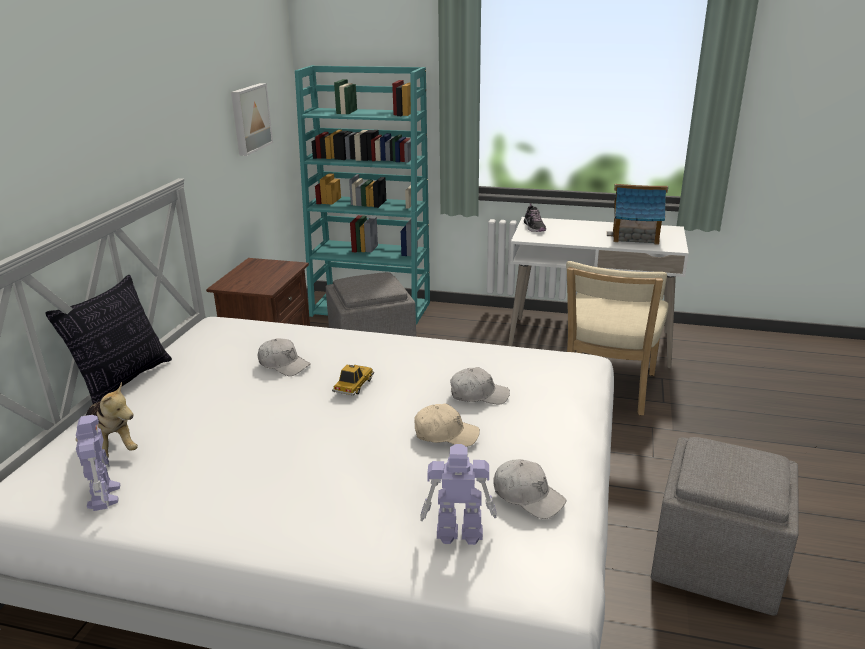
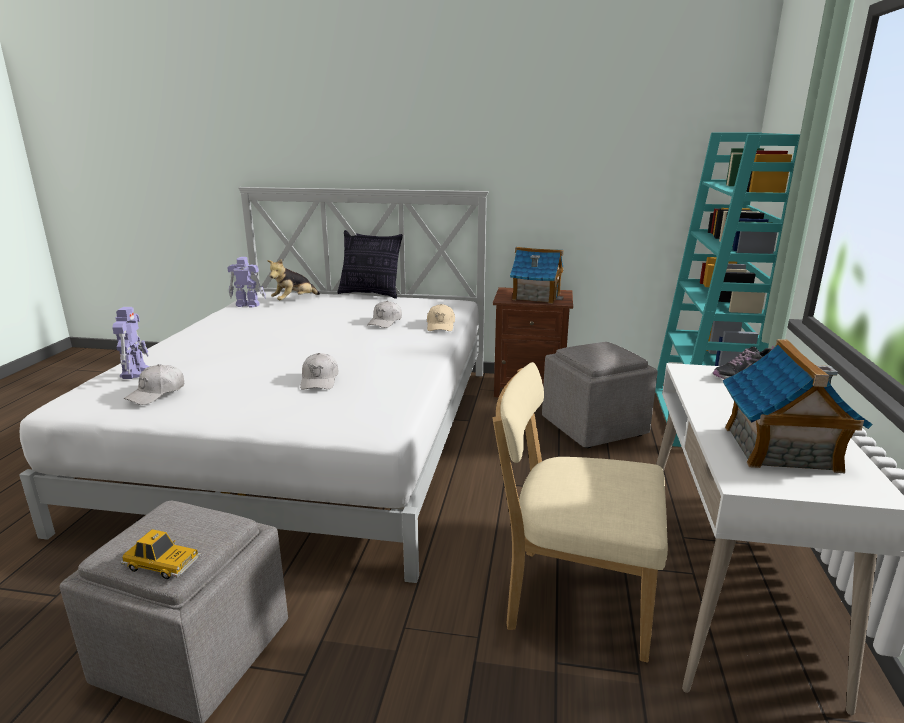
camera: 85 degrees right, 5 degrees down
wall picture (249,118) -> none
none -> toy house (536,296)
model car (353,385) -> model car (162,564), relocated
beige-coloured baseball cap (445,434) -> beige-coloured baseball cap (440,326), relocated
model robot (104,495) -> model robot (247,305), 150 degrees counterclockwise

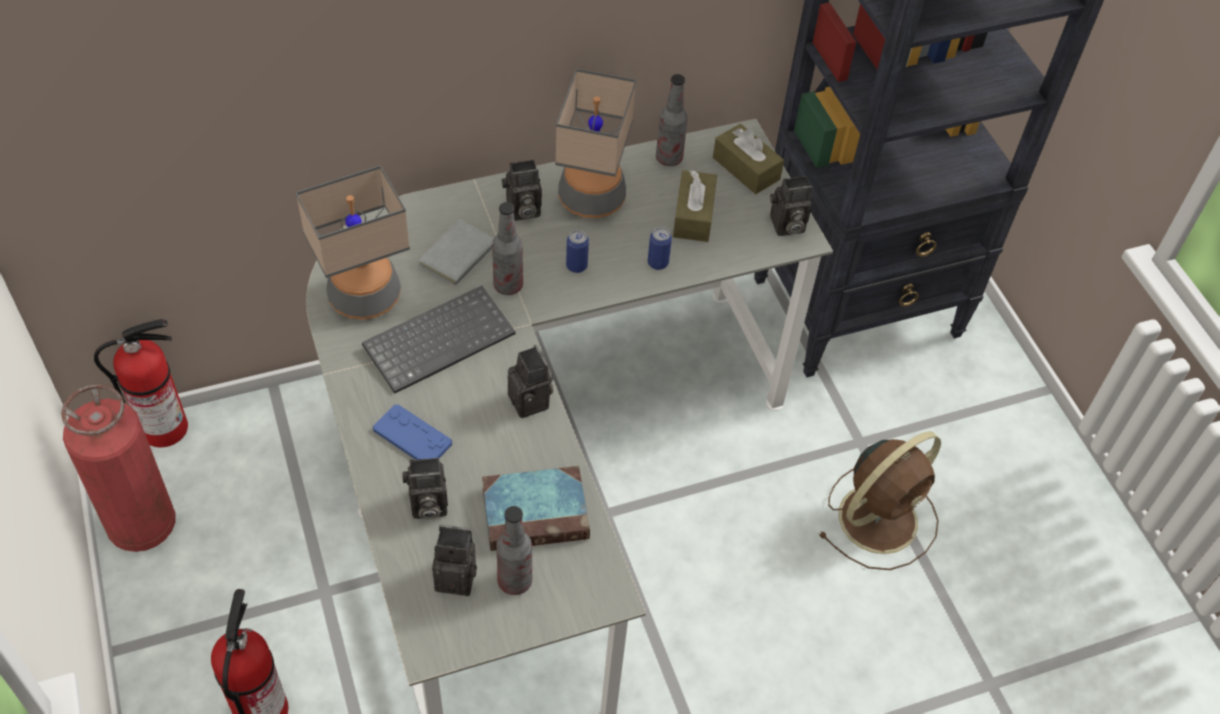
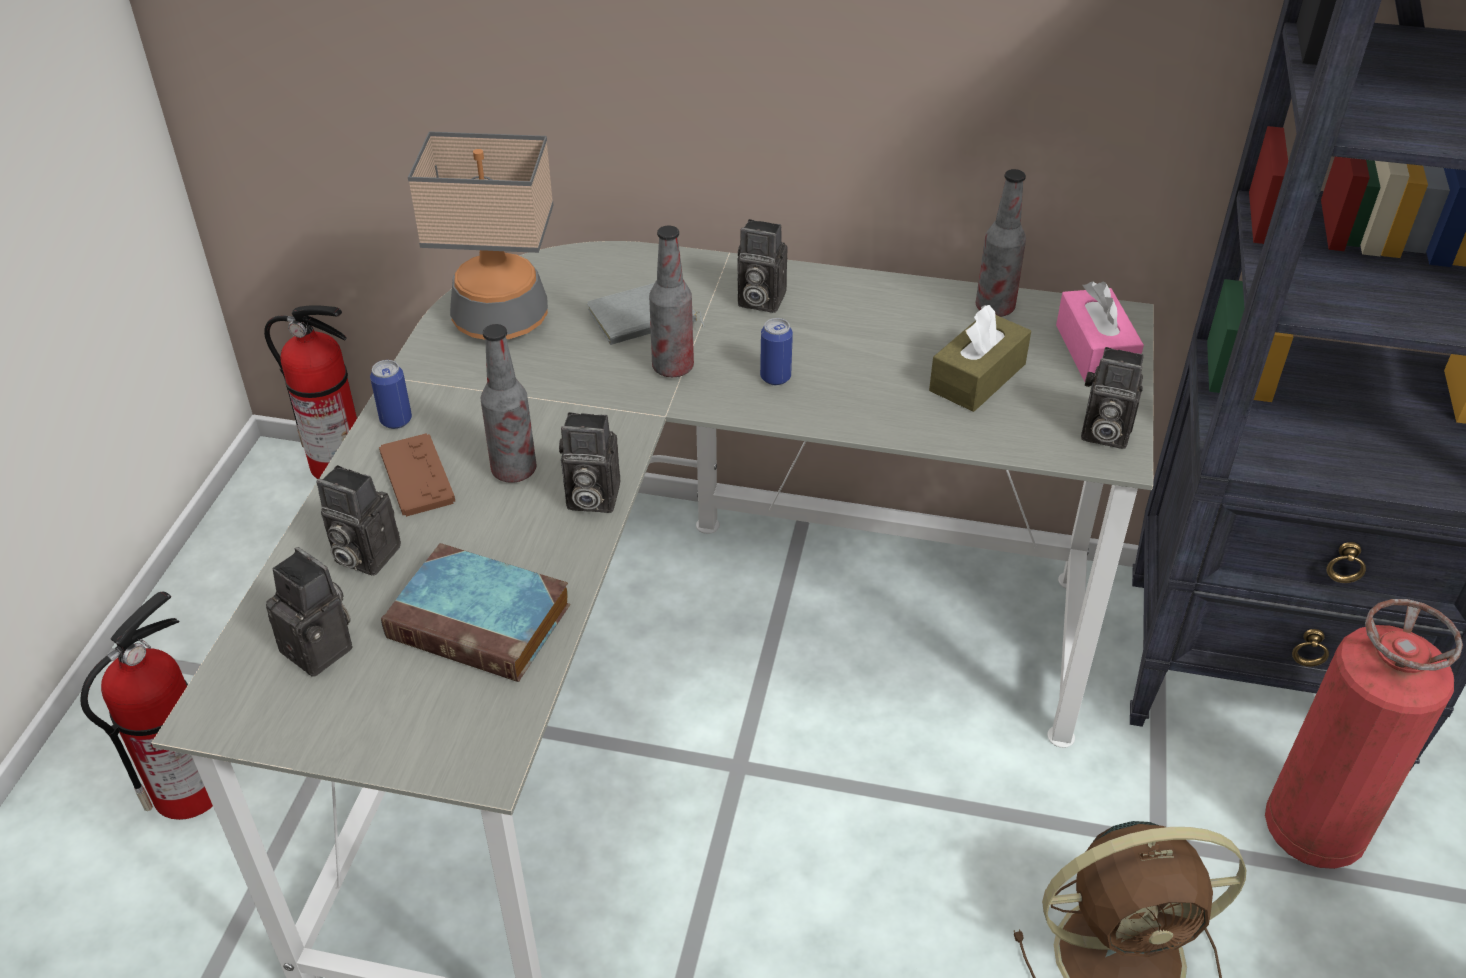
camera: 35 degrees right, 10 degrees down
PC keyboard (440,338) -> none
lamp for a table (591,198) -> none
extinguisher (142,525) -> extinguisher (1313,831), relocated
drink bottle (515,581) -> drink bottle (514,470), relocated
sealed can (658,263) -> sealed can (396,420), relocated
bluish joypad (412,437) -> brownish joypad (417,476)
brownish tissue holder (746,168) -> pinkish tissue holder (1094,351)
photo camera (532,402) -> photo camera (589,498), 90 degrees clockwise

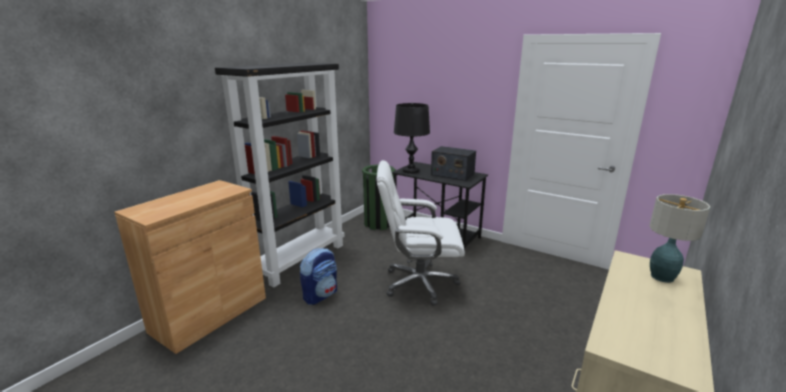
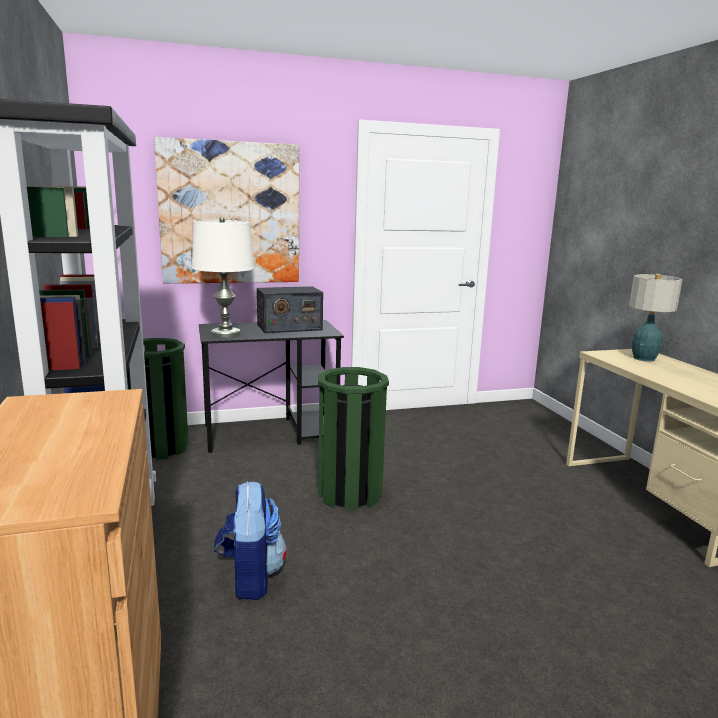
camera: 50 degrees left, 5 degrees down
none -> wall picture (230,213)
white office chair (419,283) -> green rubbish bin (349,493)
blackish lamp for a table (411,171) -> white lamp for a table (226,334)

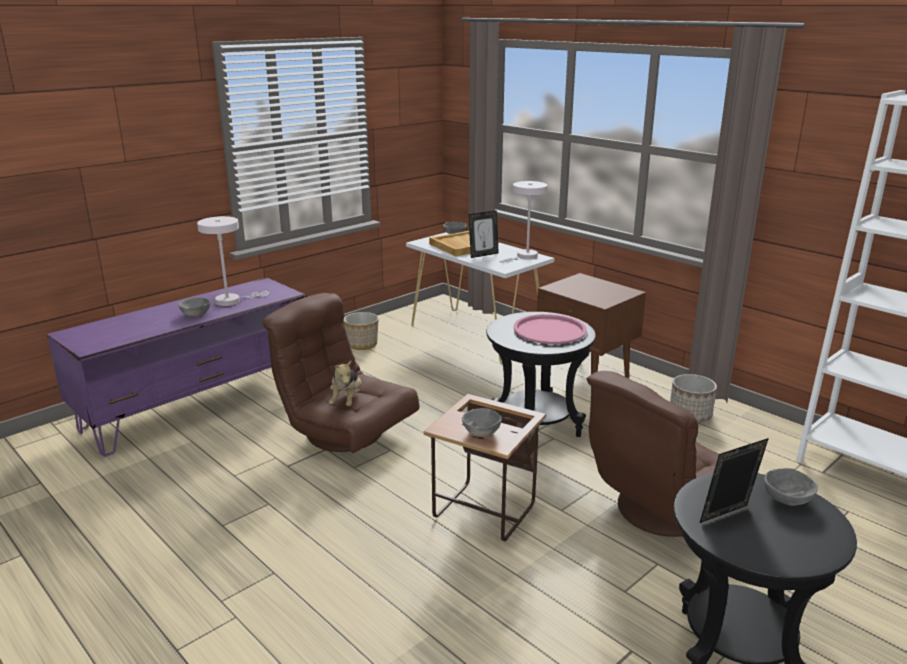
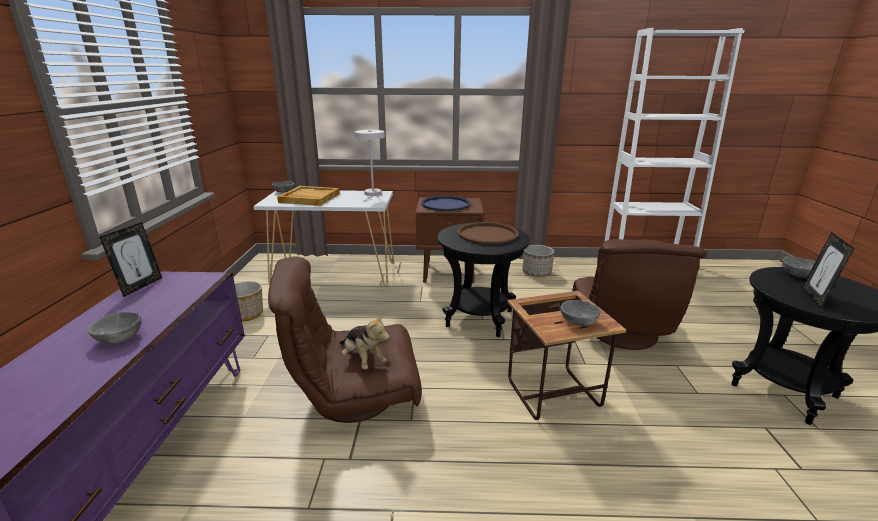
camera: 45 degrees left, 0 degrees up
white lamp for a table (232,300) -> none
none -> bluish tray (445,204)
standing frame (483,255) -> standing frame (140,286), relocated
pinkish tray (549,330) -> brownish tray (487,234)

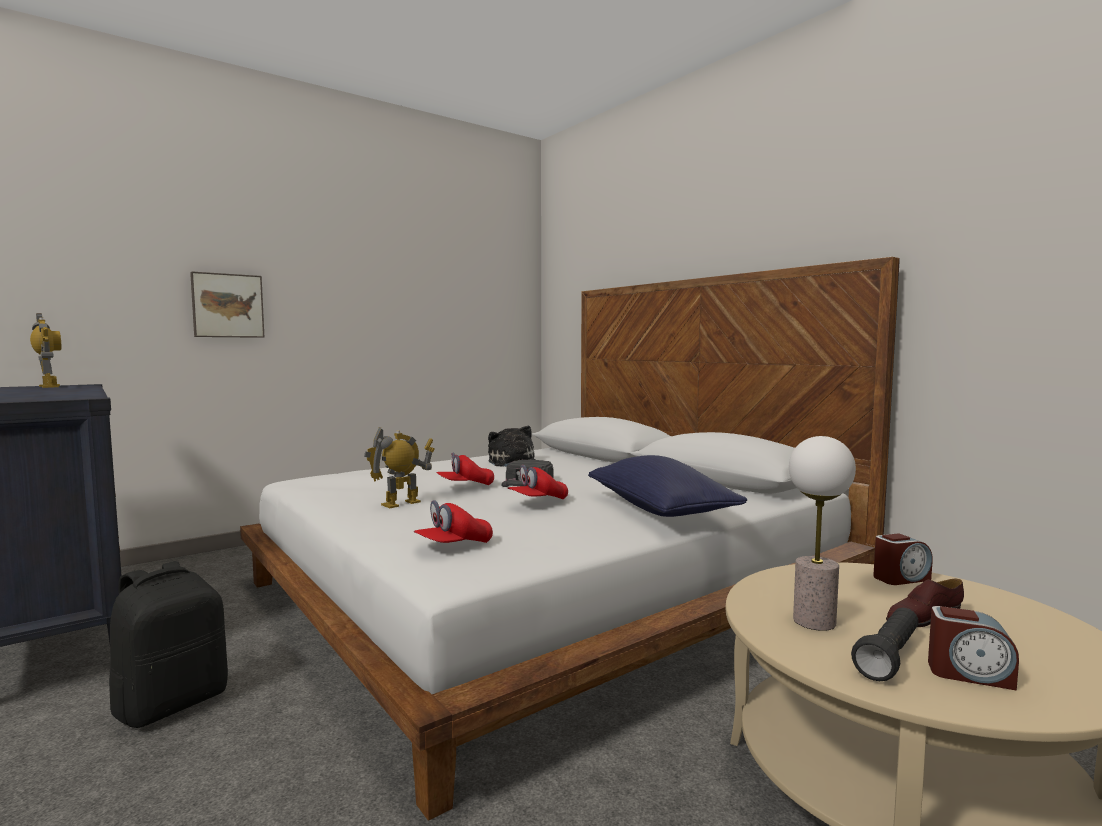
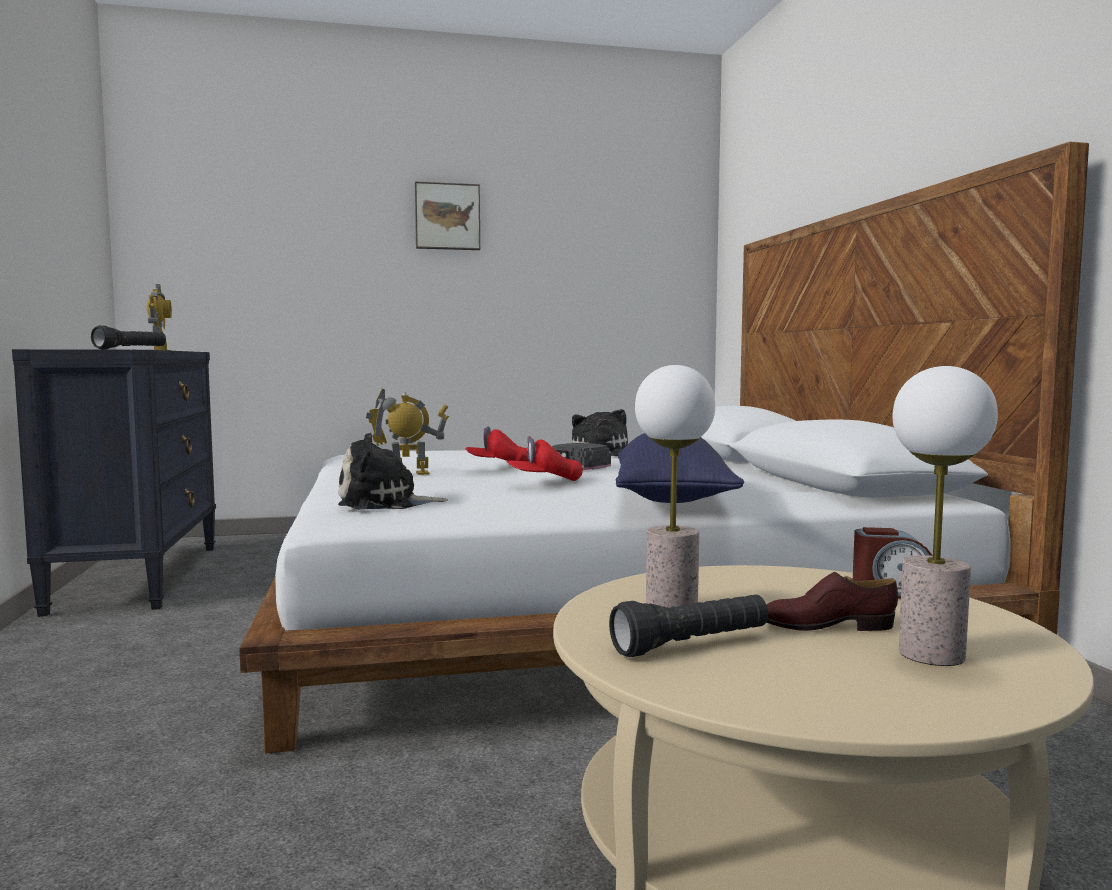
camera: 25 degrees right, 0 degrees up
blackish rucksack (172,703) -> none
bedside clock (969,674) -> none
none -> blackish torch (131,349)
none -> lamp for a table (931,655)
wall picture (227,306) -> wall picture (447,217), relocated
red baseball cap (454,546) -> soft toy (384,503)

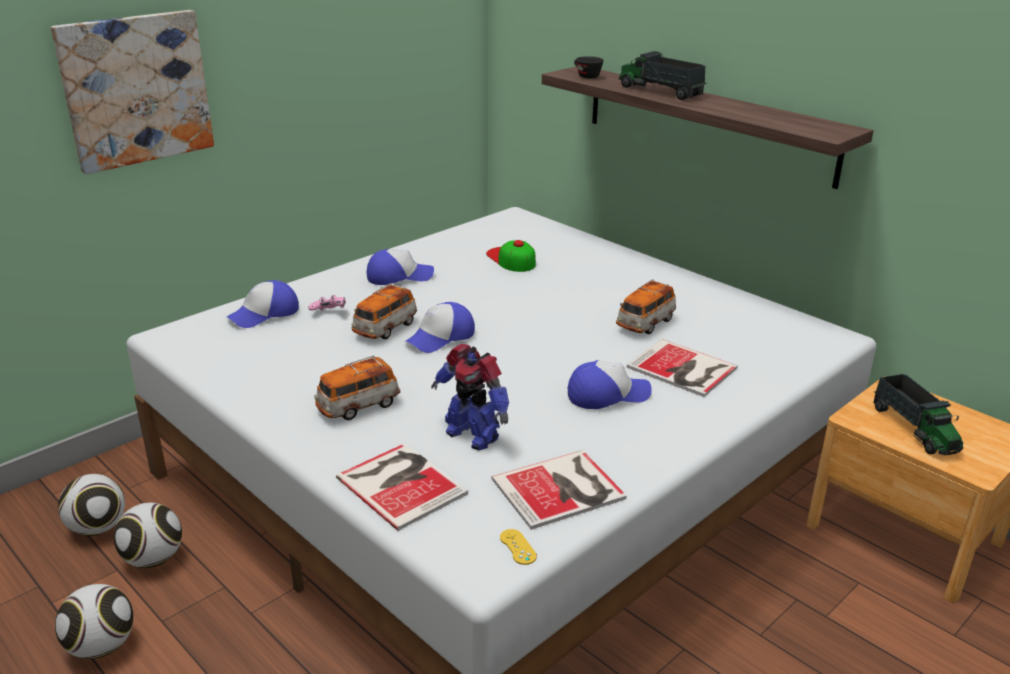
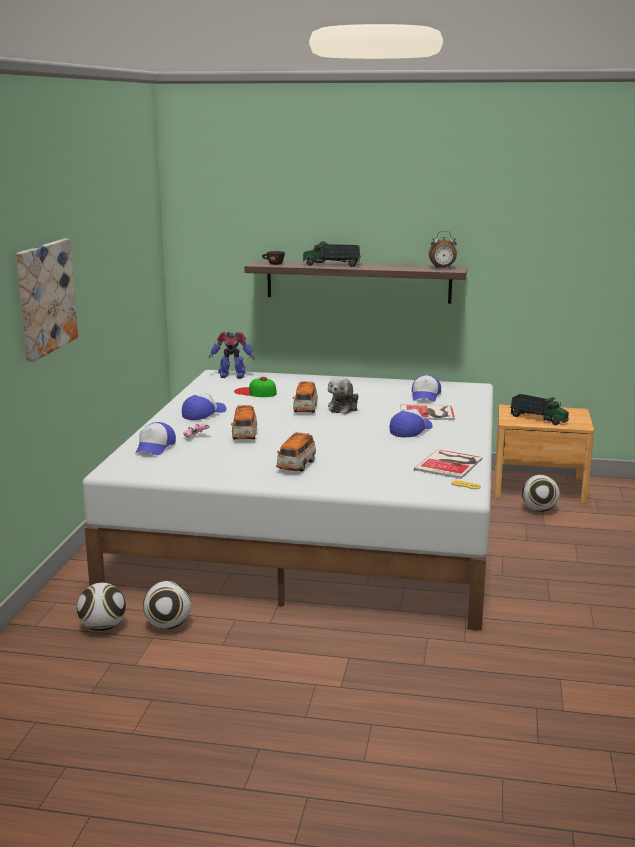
camera: 35 degrees left, 10 degrees down
volume (401,483) -> none
none -> soft toy (344,408)
none -> bedside clock (442,268)
football ball (102,646) -> football ball (539,510), relocated
baseball cap (441,337) -> baseball cap (425,396), relocated
model robot (472,435) -> model robot (232,376), relocated
model car (645,324) -> model car (305,409), relocated

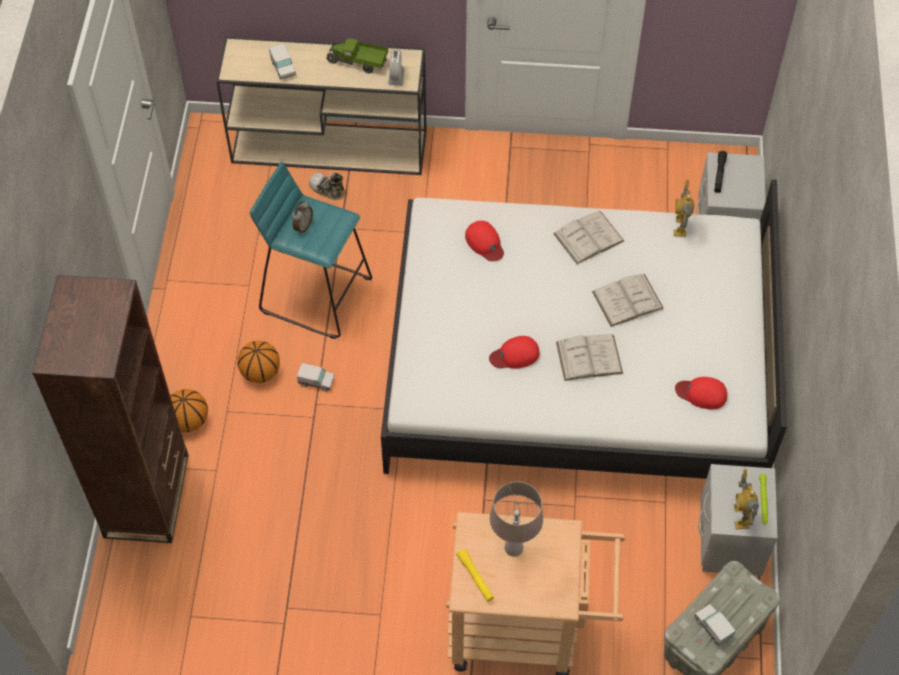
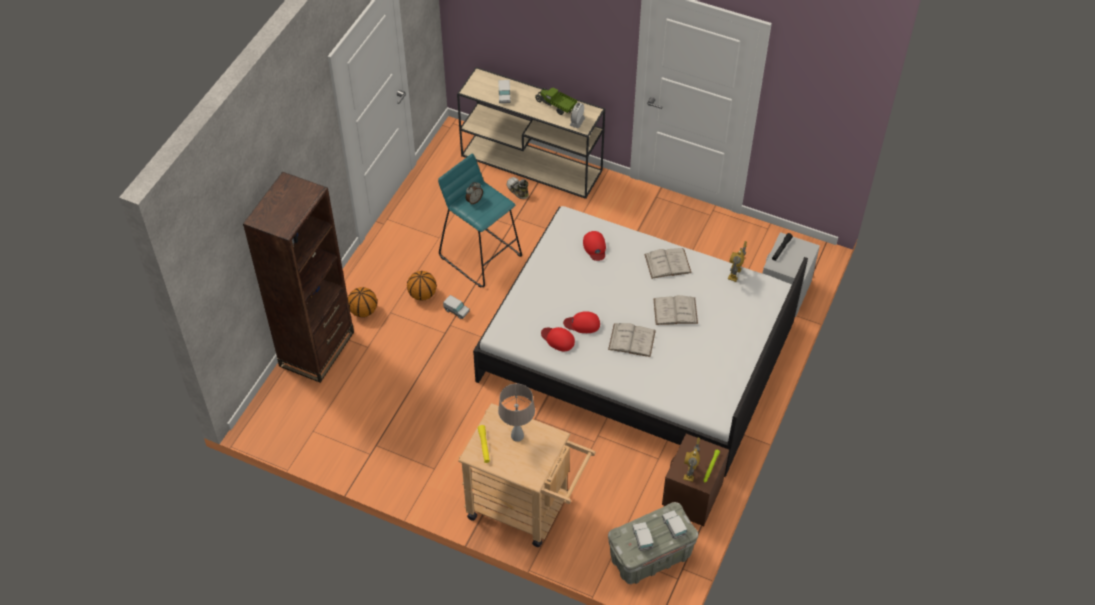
camera: 20 degrees right, 5 degrees down
none -> toy truck (673,527)
red baseball cap (701,394) -> red baseball cap (558,339), relocated
gray bedside table (730,539) -> brownish bedside table (692,496)

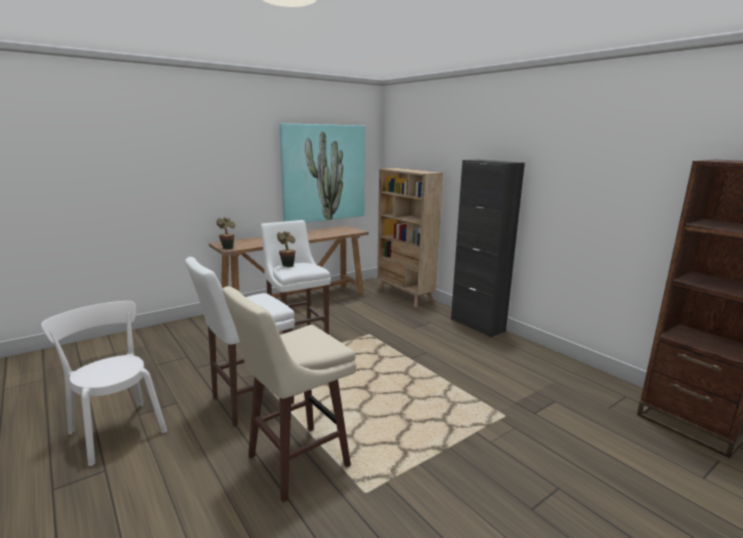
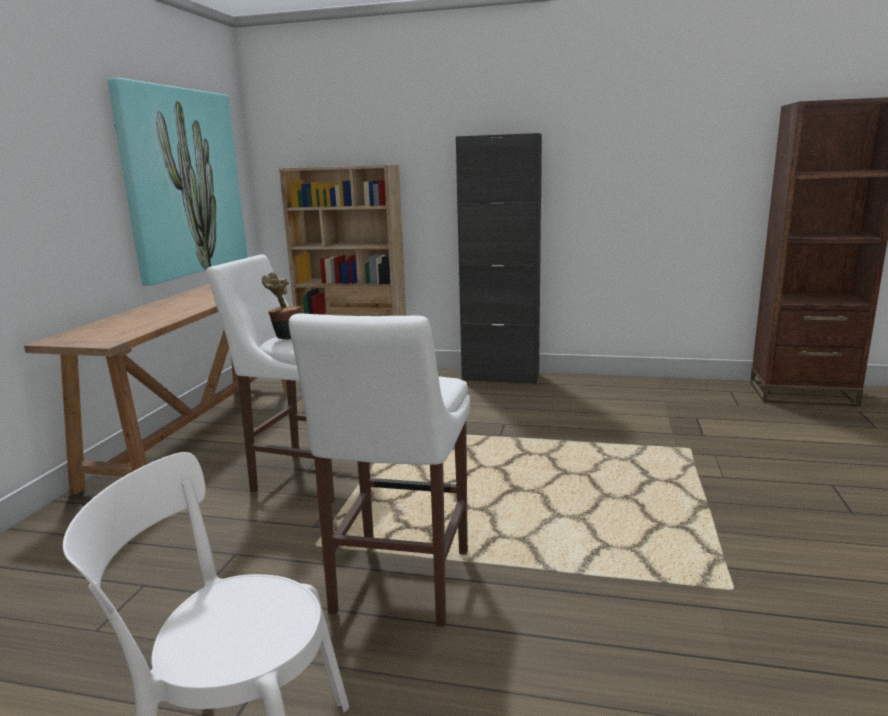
camera: 40 degrees left, 0 degrees up
potted plant (227,248) -> none
beige-coloured sitting stool (295,462) -> none

